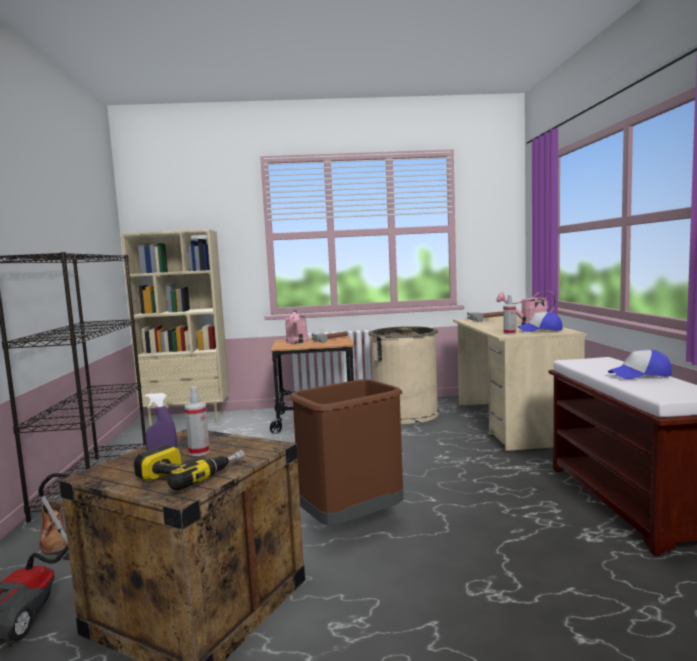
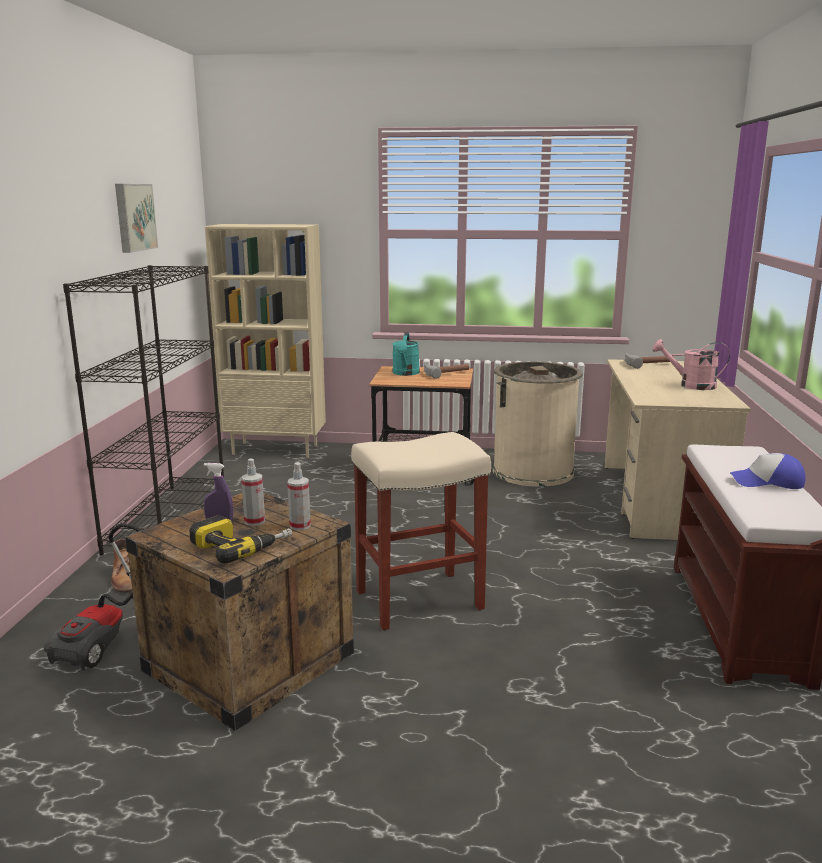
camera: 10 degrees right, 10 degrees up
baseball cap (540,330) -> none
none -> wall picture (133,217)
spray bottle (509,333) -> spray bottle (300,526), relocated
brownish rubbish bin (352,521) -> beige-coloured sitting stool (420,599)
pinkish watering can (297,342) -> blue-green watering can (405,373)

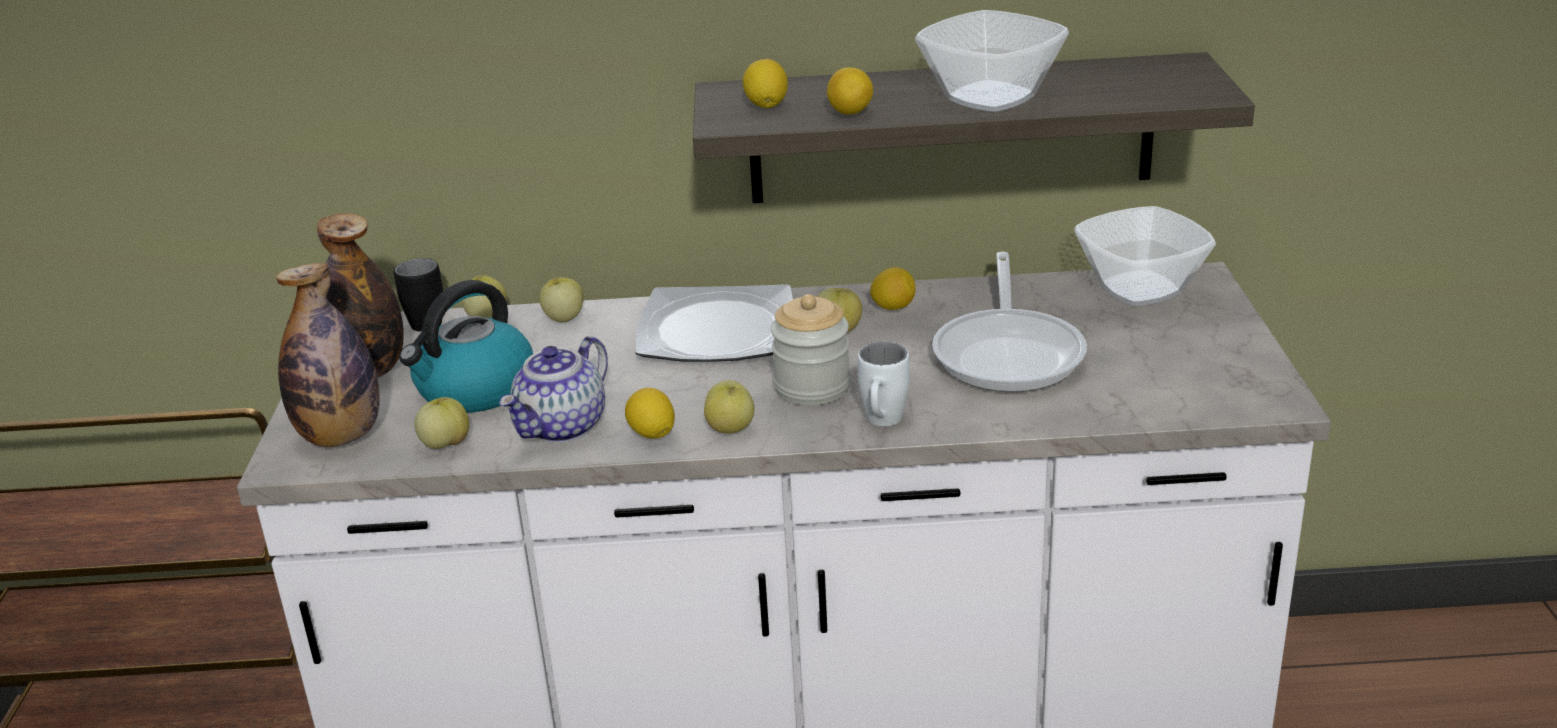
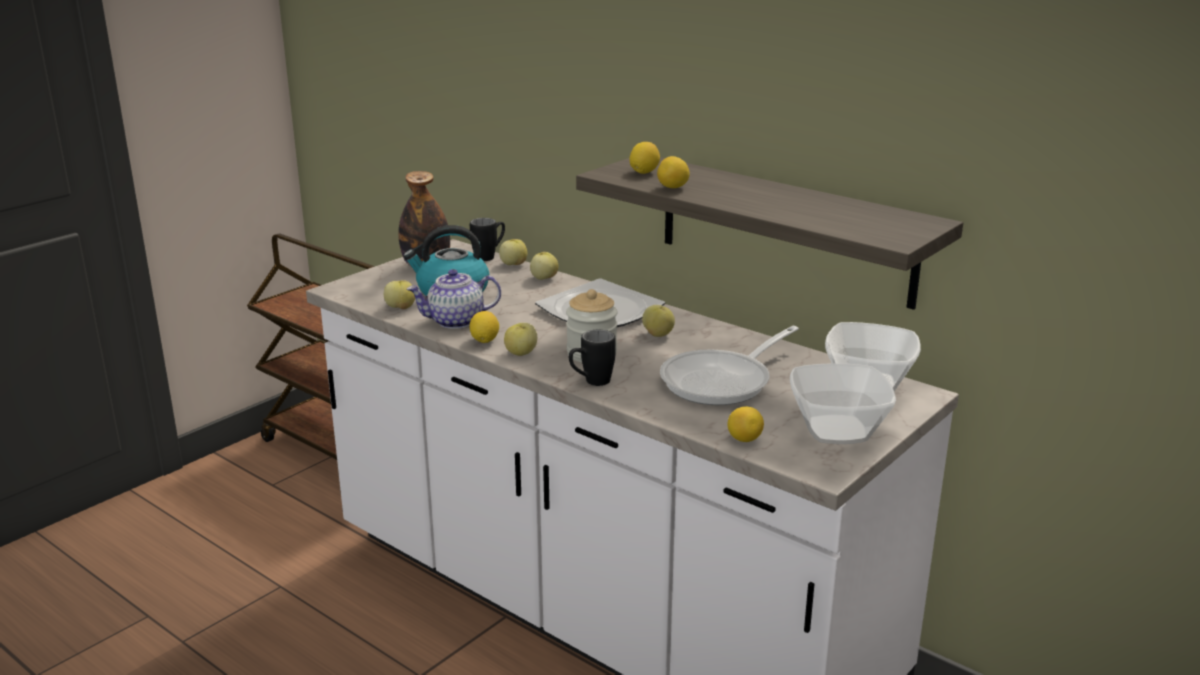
camera: 40 degrees right, 5 degrees down
drink bottle (341,436) -> none
whole lemon (893,307) -> whole lemon (744,439), relocated
bowl (990,98) -> bowl (836,431), relocated
white coffee mug (882,424) -> blackish coffee mug (591,383)

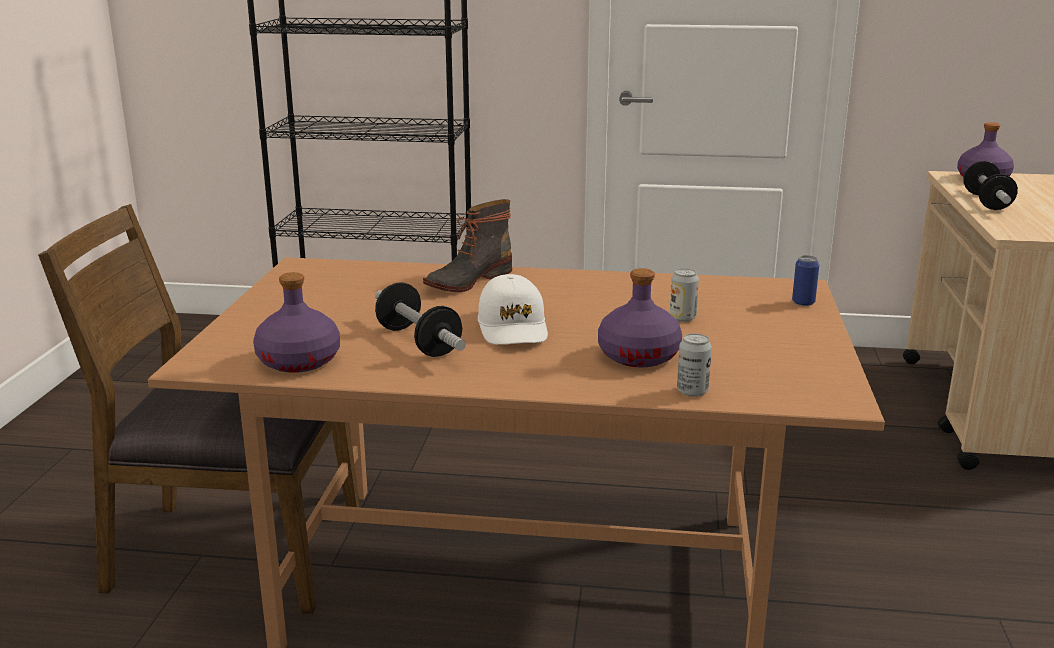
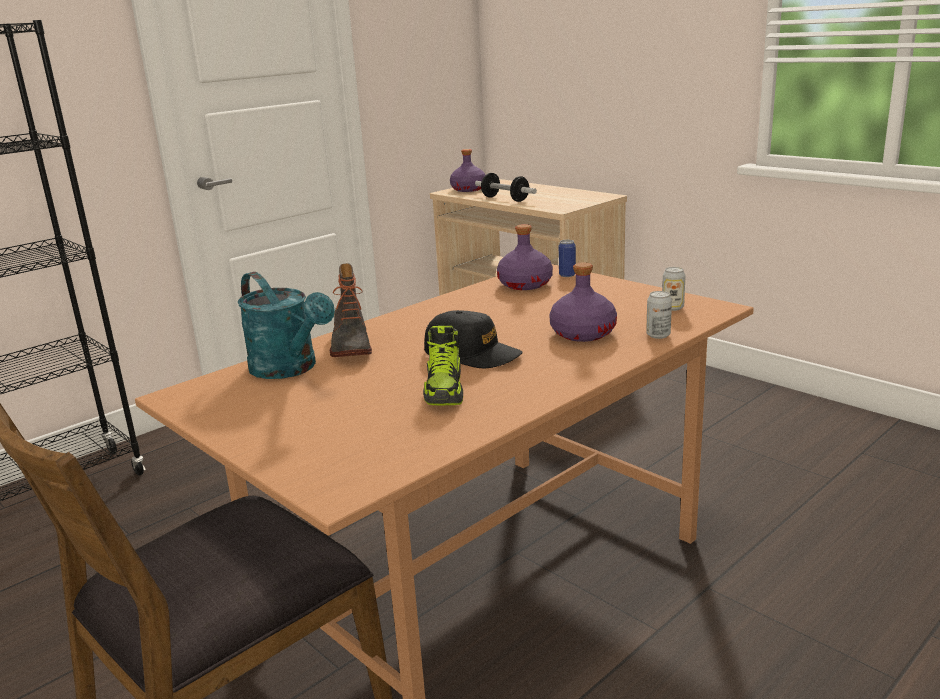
camera: 50 degrees left, 0 degrees up
none -> blue-green watering can (290,369)
purplish drink bottle (299,361) -> purplish drink bottle (525,284), relocated
sealed can (682,318) -> sealed can (672,308), relocated
free weight (418,342) -> item of footwear (445,390)
white baseball cap (513,327) -> blackish baseball cap (472,354)

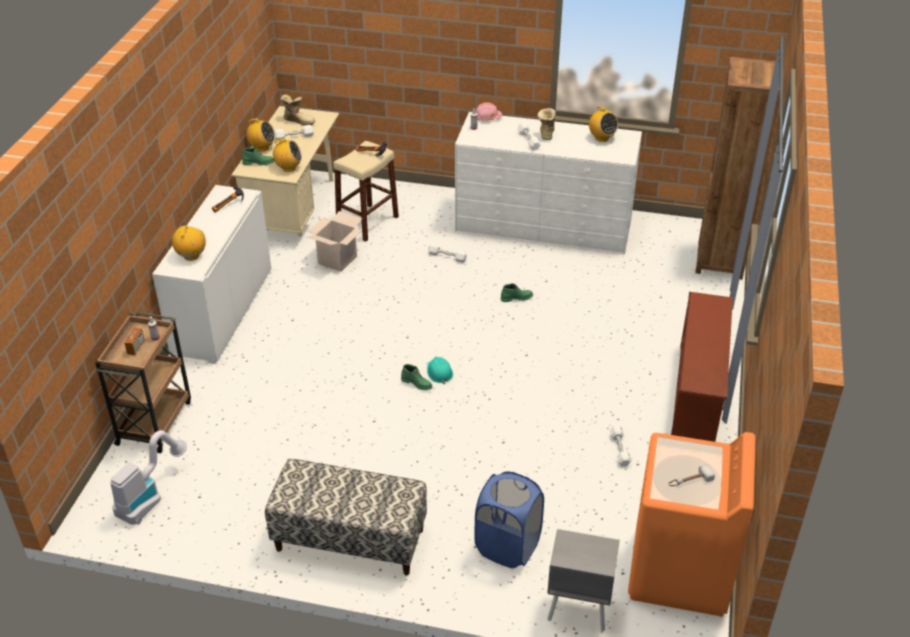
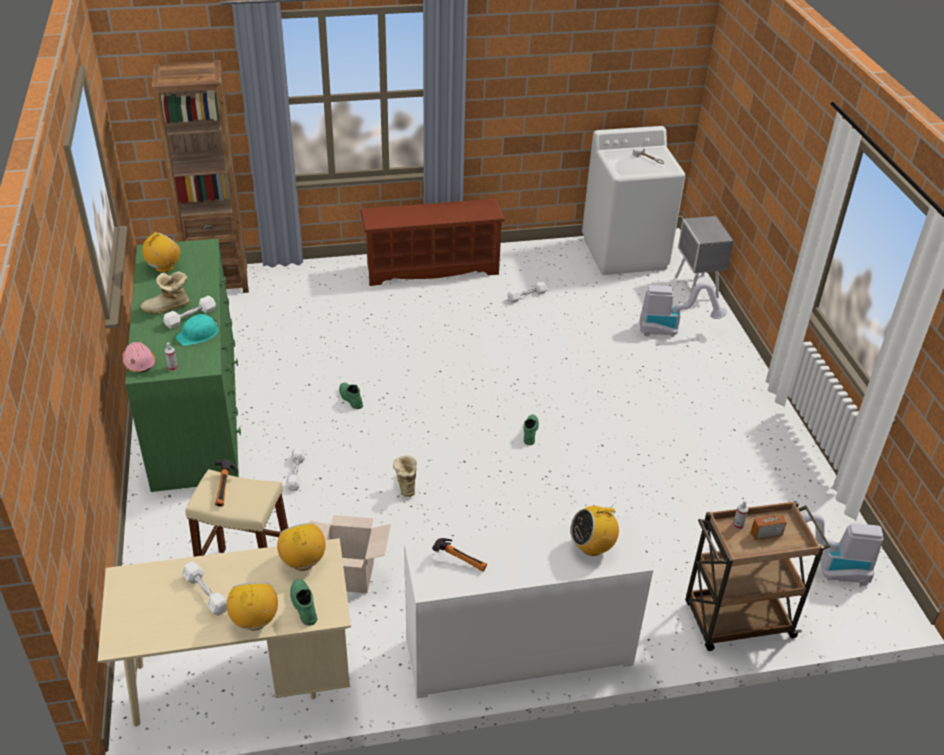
camera: 115 degrees left, 0 degrees up
indoor bench (349,540) -> none
tall boot (298,120) -> tall boot (406,484), relocated
blue-green safety helmet (439,372) -> blue-green safety helmet (198,334), relocated
bluish laundry basket (508,546) -> hoover (672,330)
white chest of drawers (544,225) -> green chest of drawers (195,410)
orange laundry appliance (679,572) -> white laundry appliance (625,253)

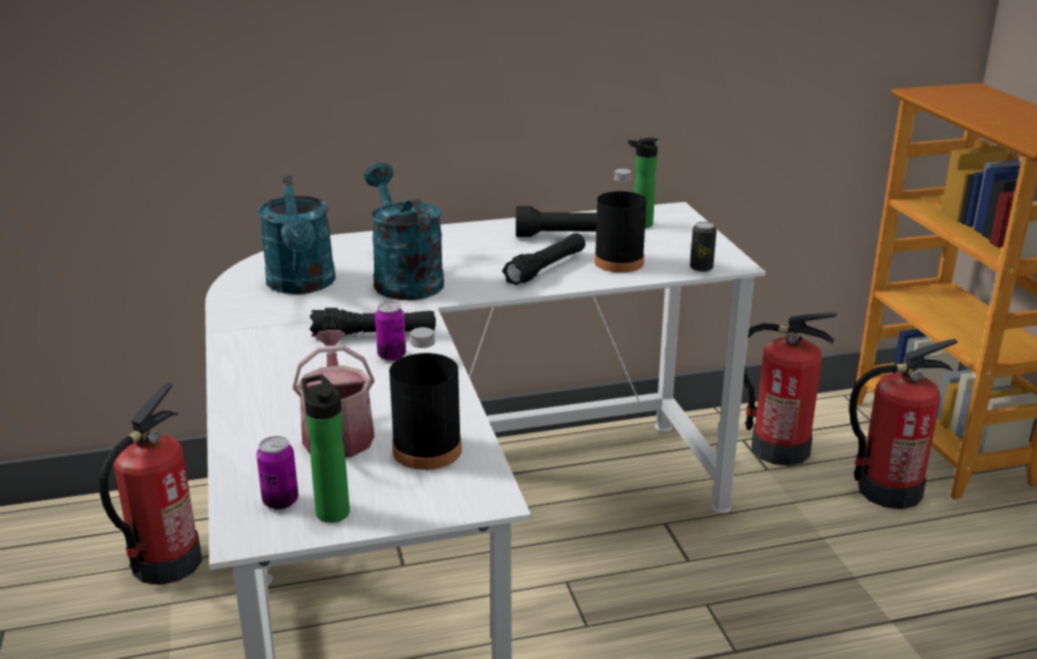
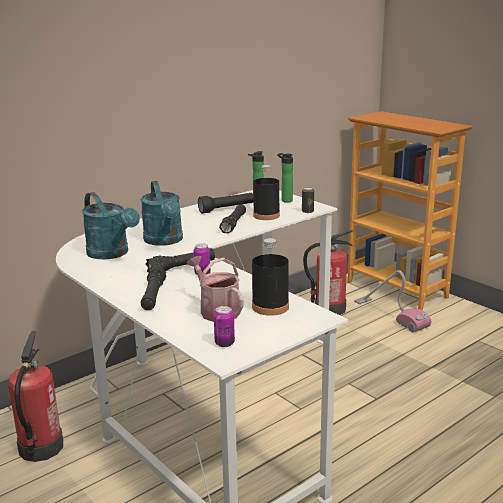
camera: 25 degrees left, 5 degrees down
none -> blackish torch (153,295)
drink bottle (331,510) -> drink bottle (285,200), relocated
extinguisher (888,490) -> hoover (390,314)
blue-green watering can (403,278) -> blue-green watering can (165,241), 150 degrees counterclockwise

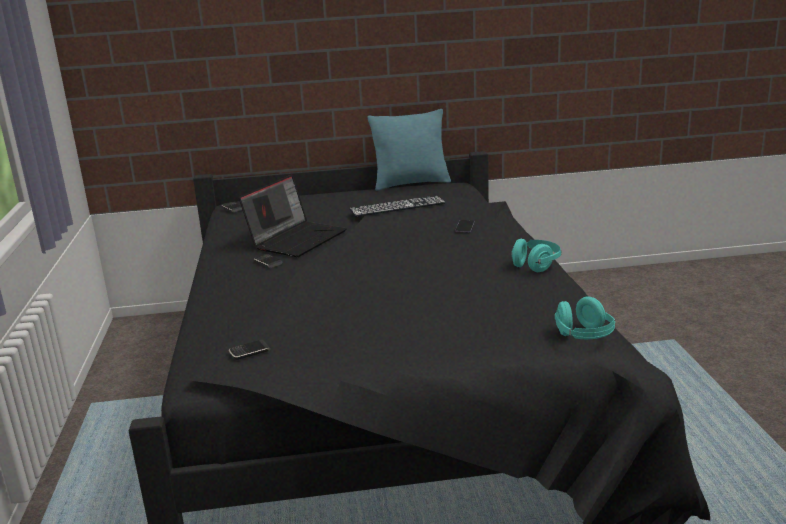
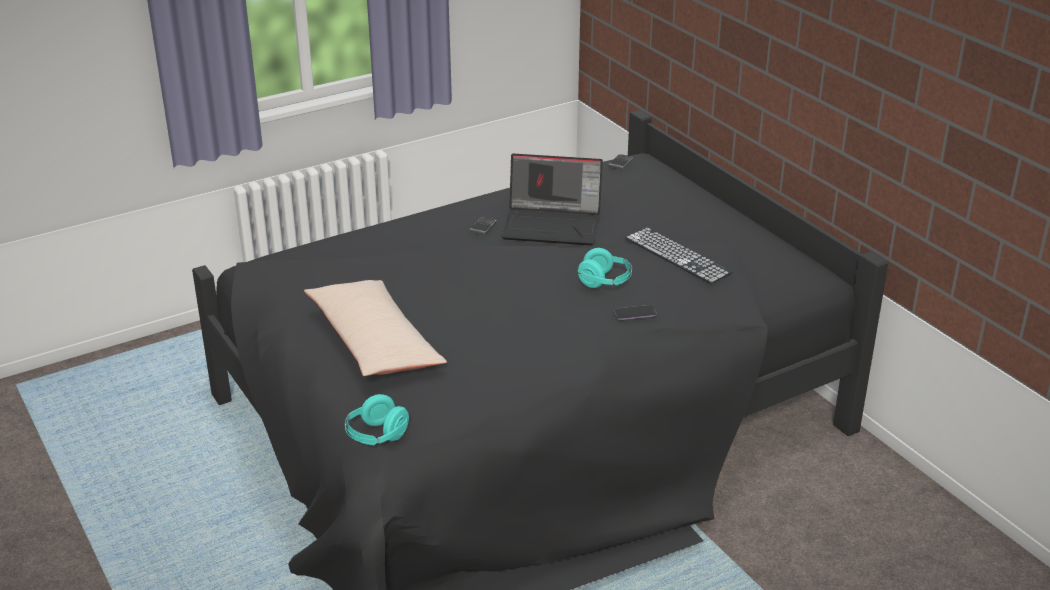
camera: 65 degrees right, 10 degrees up
telephone (249,352) -> none
blue-green throw pillow (411,184) -> none
none -> beige-coloured throw pillow (374,342)
blue-green headphones (536,265) -> blue-green headphones (605,282), relocated

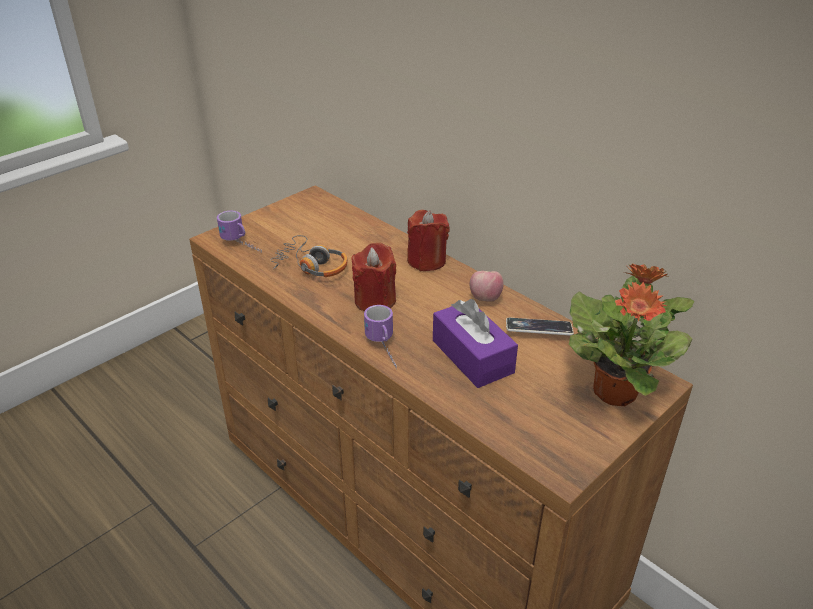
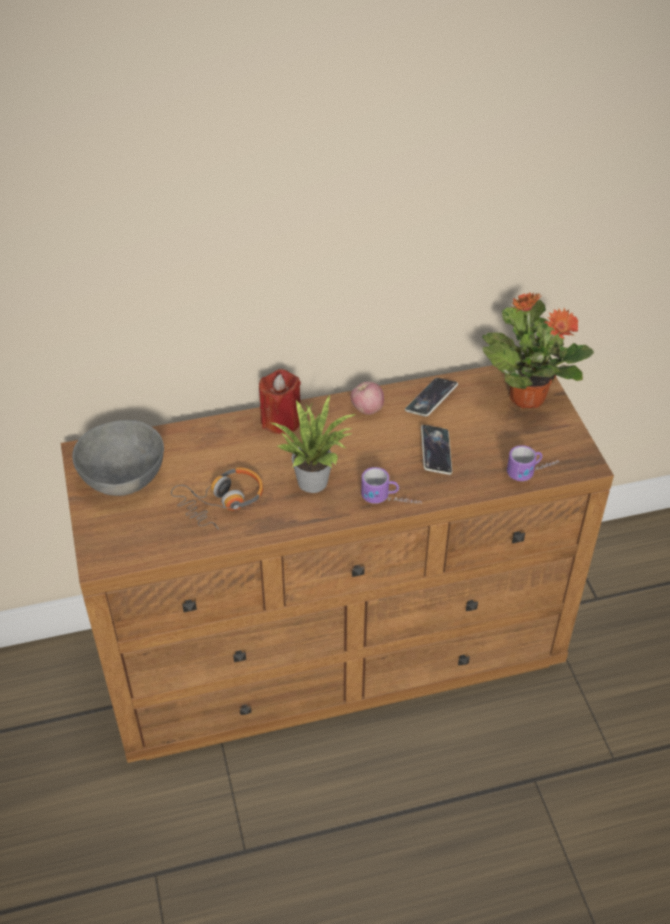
camera: 60 degrees left, 10 degrees up
none -> gray bowl (122,480)
coffee mug (242,245) -> coffee mug (533,473), relocated
red wax light (375,300) -> potted plant (315,479)
purplish tissue holder (472,356) -> telephone (436,452)

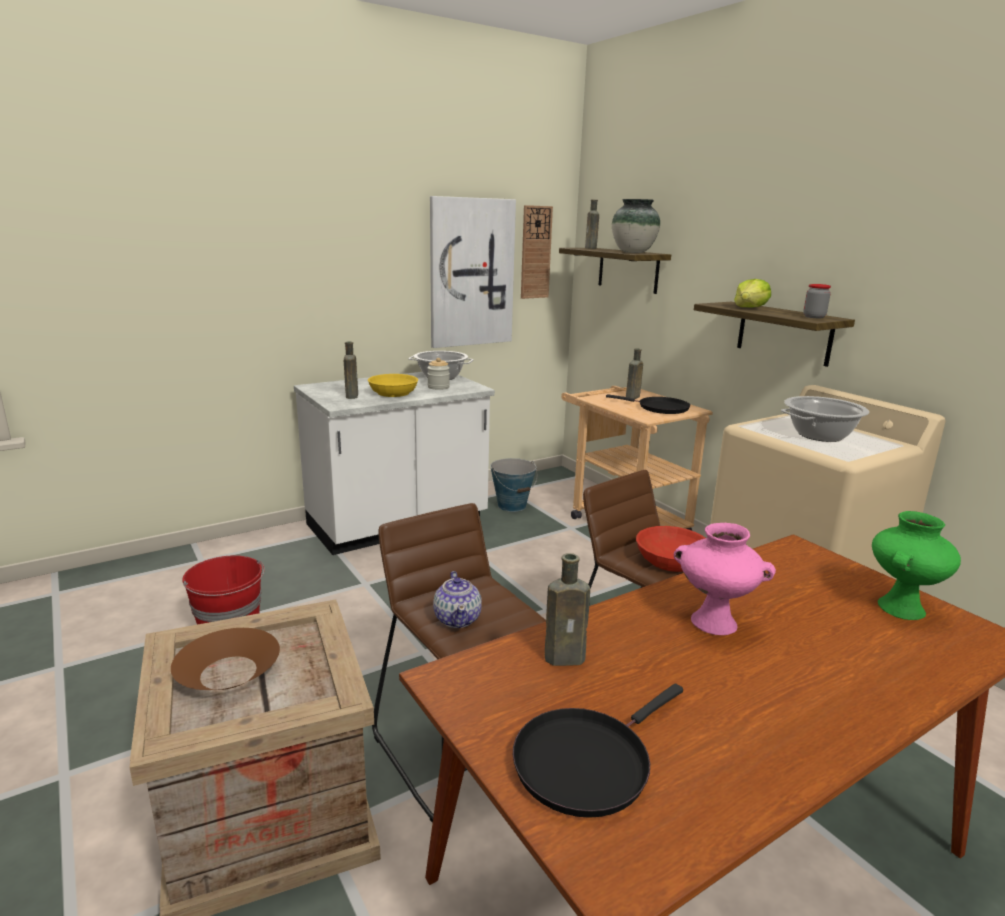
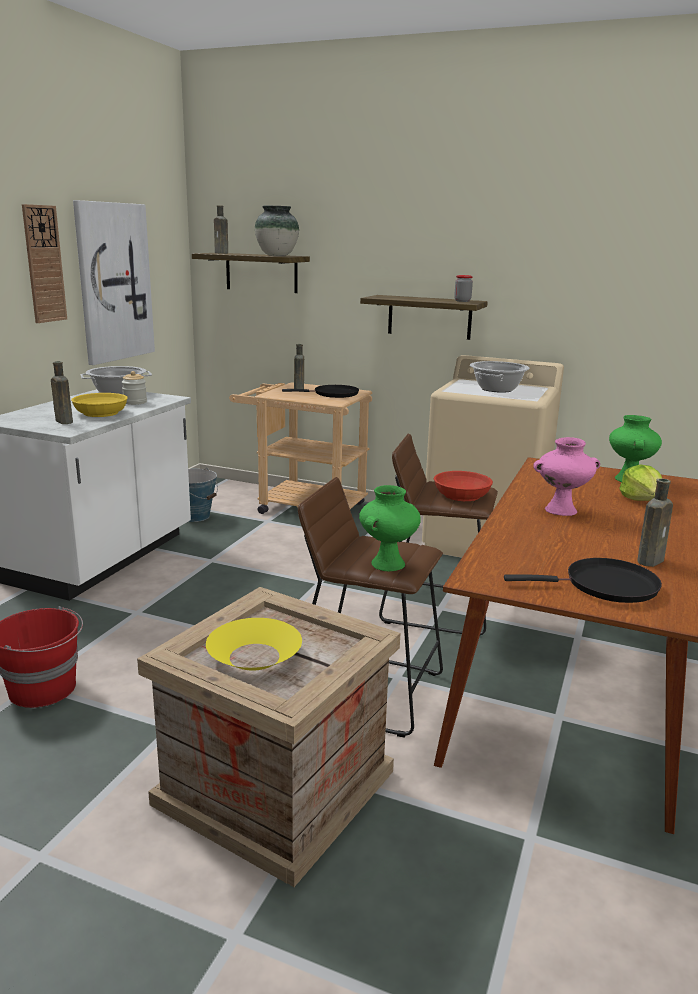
camera: 35 degrees left, 0 degrees up
clock on the wall (535,252) -> clock on the wall (44,264), relocated
brownish drink bottle (567,658) -> brownish drink bottle (651,560), relocated
head of lettuce (750,308) -> head of lettuce (642,500), relocated
teapot (458,618) -> green vase (388,563)
brownish bowl (228,672) -> yellowish bowl (254,656)
blackish skillet (586,761) -> blackish skillet (605,586), 105 degrees counterclockwise

